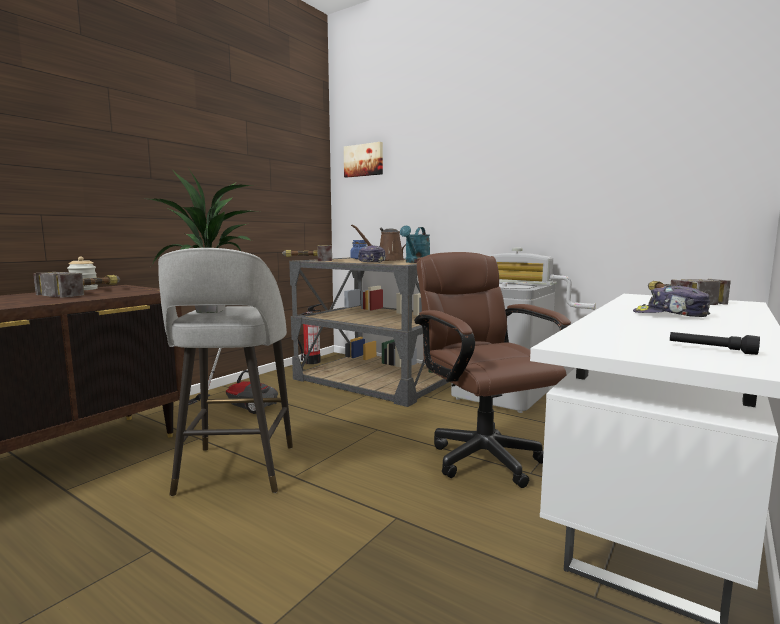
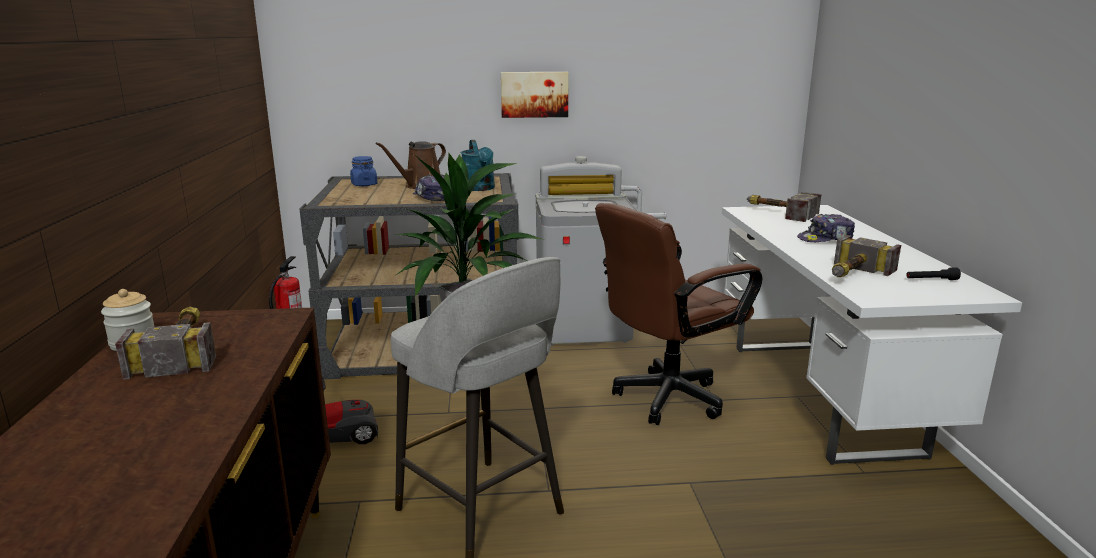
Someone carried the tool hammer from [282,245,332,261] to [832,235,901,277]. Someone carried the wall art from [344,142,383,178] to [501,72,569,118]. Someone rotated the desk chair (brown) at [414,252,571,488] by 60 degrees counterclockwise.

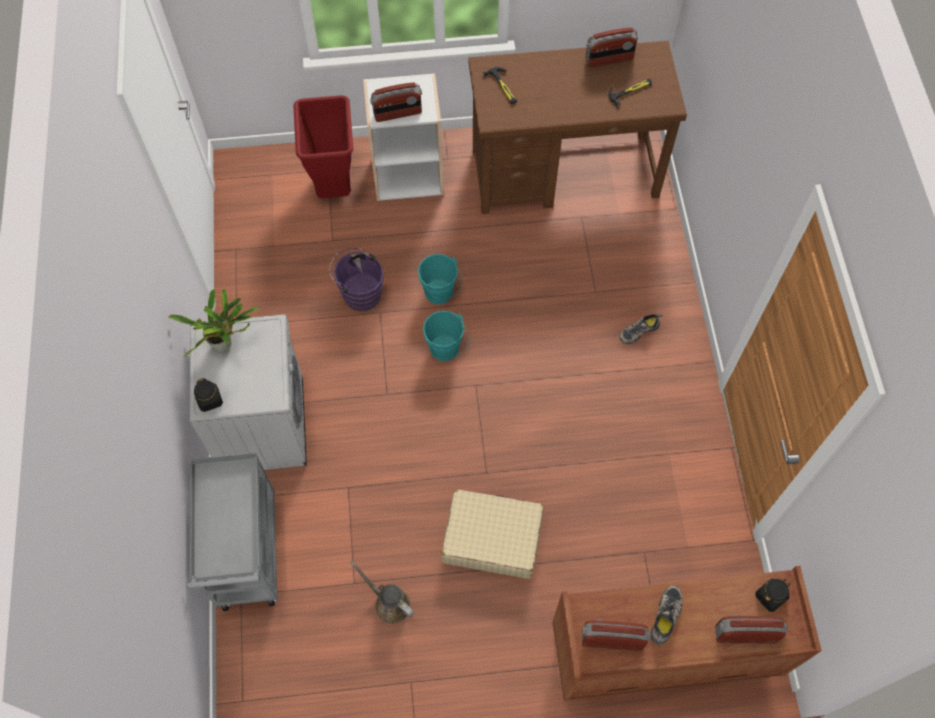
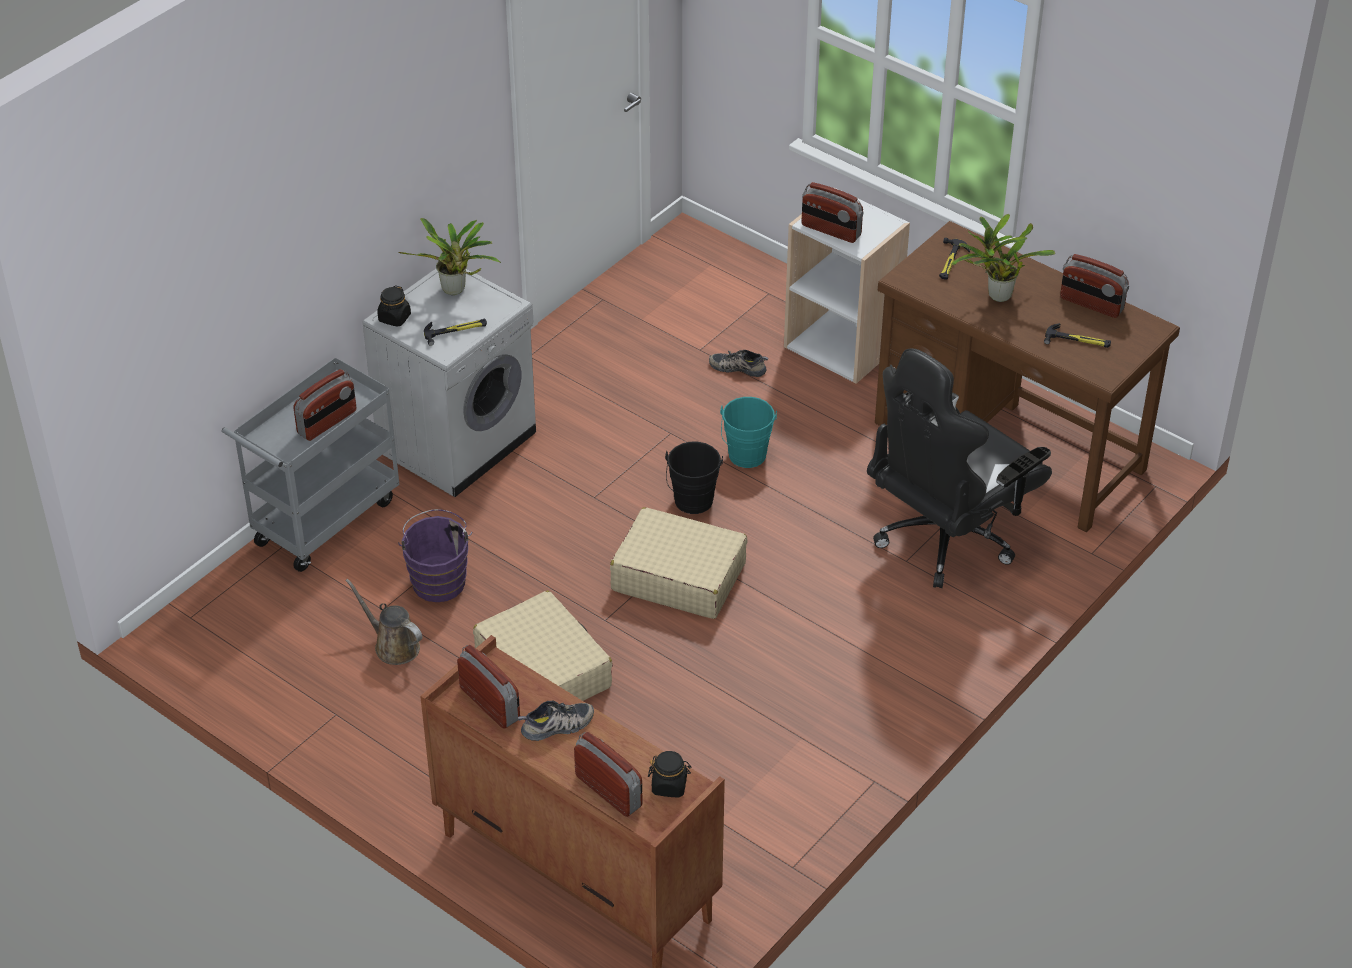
Someone took away the trash can (red-coloured) at [293,95,353,198]. Someone put down the radio at [293,369,356,441]. Someone put down the tool hammer at [424,318,487,346]. Someone put down the travel case (sand-coloured) at [610,507,748,619]. Someone put down the desk chair (blackish) at [867,349,1052,588]. Someone put down the houseplant at [951,214,1056,302]. Someone carried the bucket (purple) from [329,248,384,311] to [398,509,472,602]. Someone carried the shoe from [619,313,663,344] to [709,350,769,377]. Someone repainted the bucket (turquoise) at [423,311,469,361], which became the bucket (blackish) at [665,442,723,514]. Someone rotated the sprinkling can (brown) at [350,561,414,623] by 45 degrees counterclockwise.

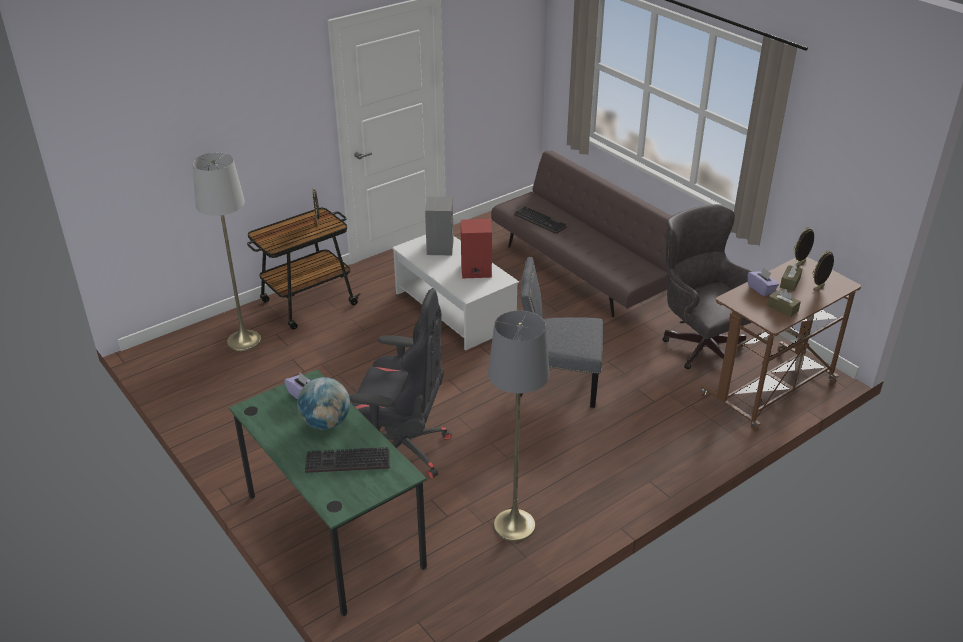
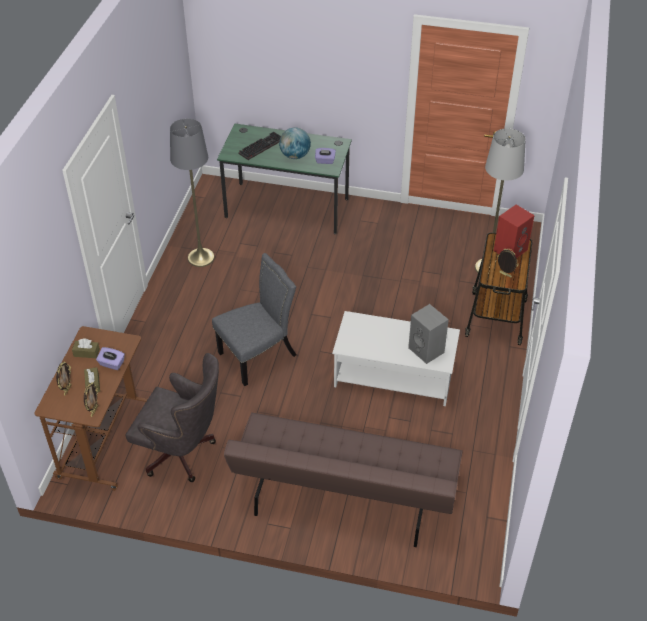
Someone took away the desk chair (blackish) at [350,288,451,478]. Someone took away the computer keyboard at [514,206,567,234]. Someone carried the loudspeaker (red-coloured) from [461,219,492,278] to [494,205,535,258].

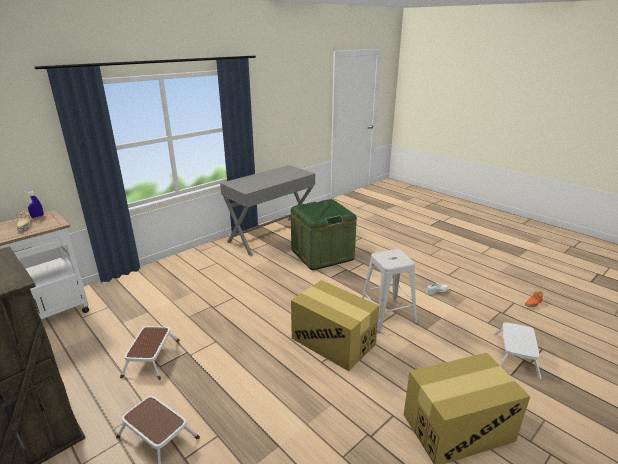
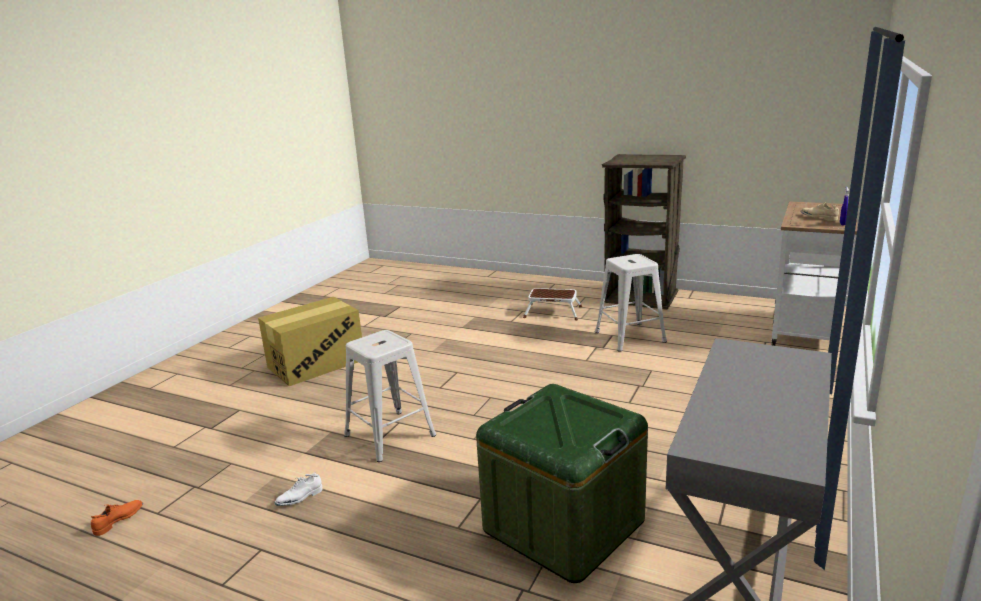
Someone took away the cardboard box at [291,280,379,371]. Someone took away the stepladder (whitish) at [494,322,542,379]. Someone swapped the stepladder (brown) at [120,326,180,380] for the stool seat (whitish) at [595,254,667,352].

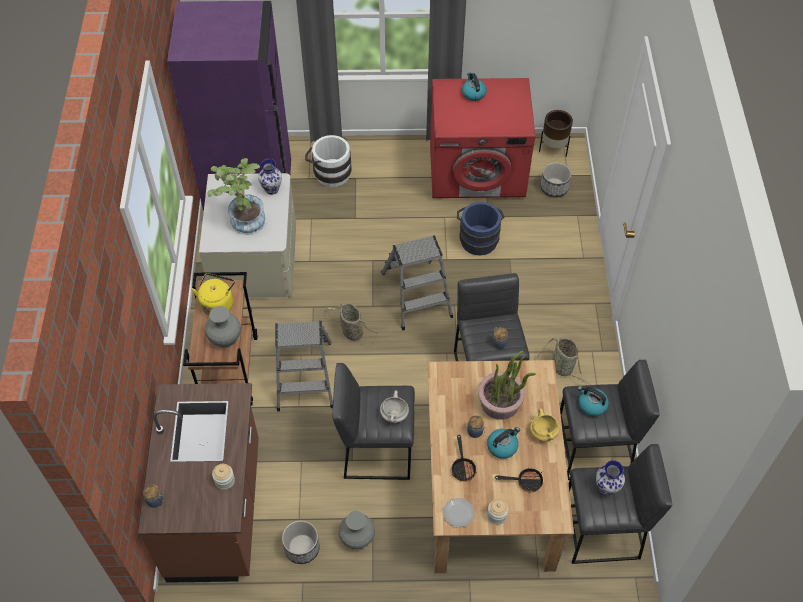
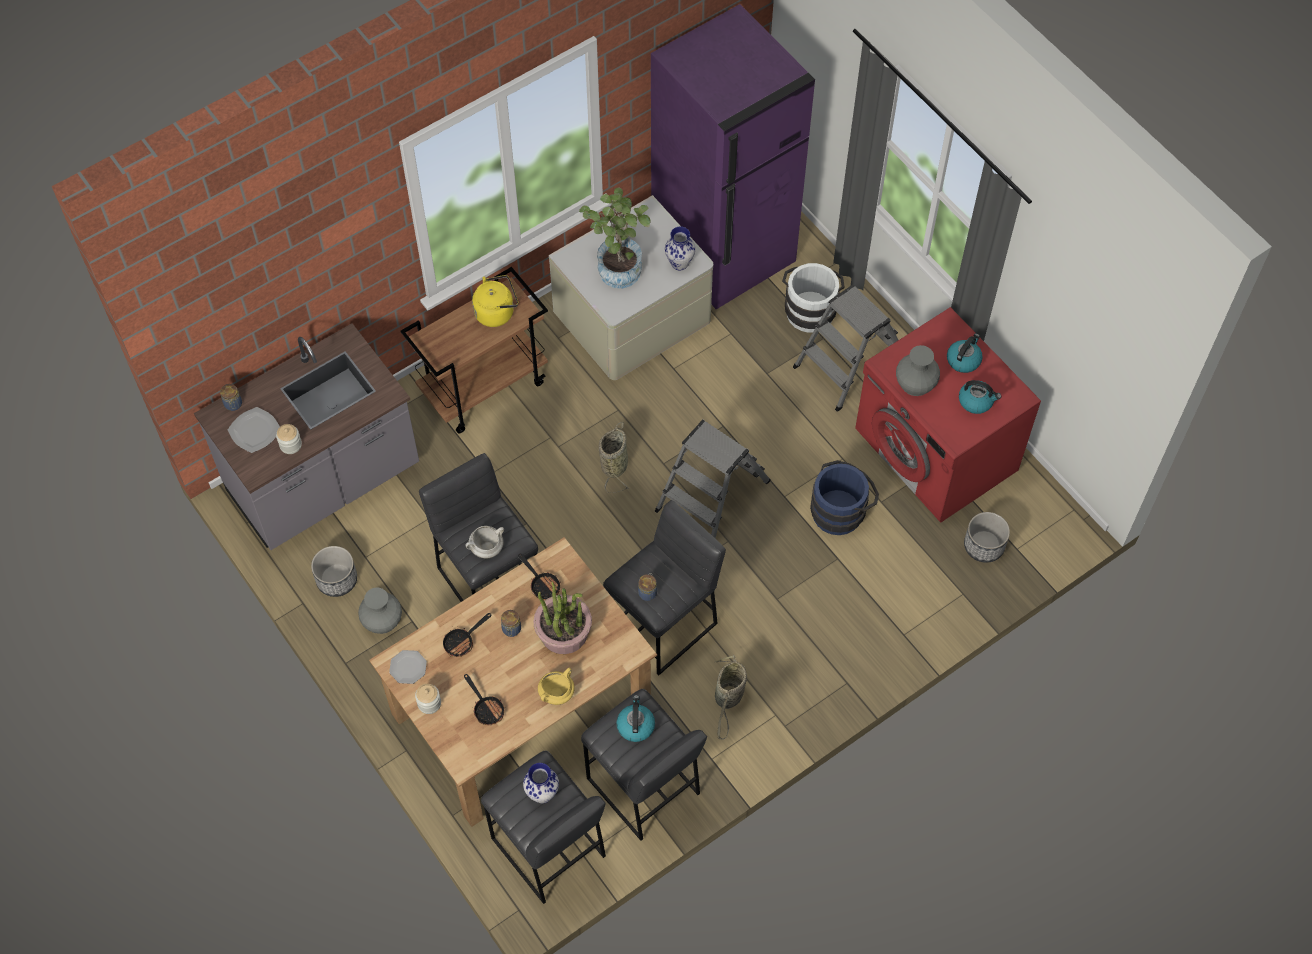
Someone took away the plant pot (brown) at [539,110,573,157]. Someone put down the plate at [228,407,280,453]. Someone put down the frying pan at [518,554,561,600]. Someone carried the decorative vase (grey) from [205,306,241,348] to [896,345,940,396]. Someone carried the stepladder (grey) from [275,321,333,412] to [793,284,899,412]. Someone carried the tea kettle from [487,427,520,459] to [959,380,1001,414]. Someone repainted the kitchen counter (brown) at [138,383,259,583], which became the kitchen counter (grey) at [194,323,419,550].

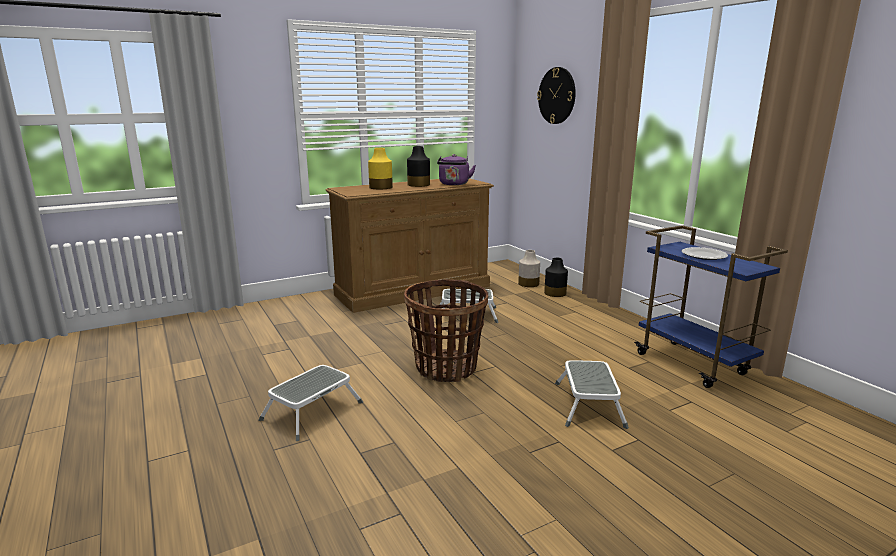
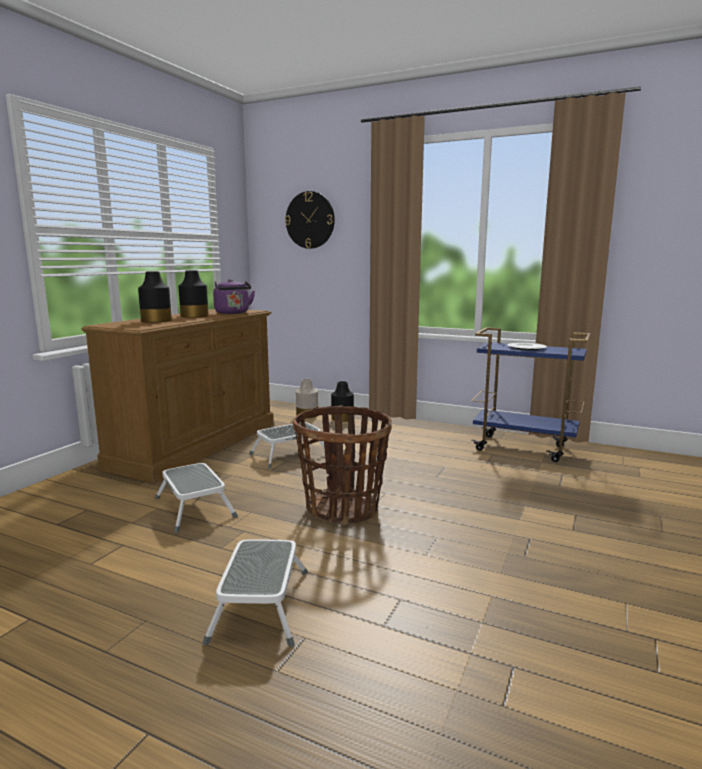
Someone carried the stepladder (grey) from [555,360,629,429] to [155,463,238,533]. Someone repainted the decorative vase (yellow-coloured) at [368,148,393,189], which became the decorative vase (blackish) at [138,271,172,323].

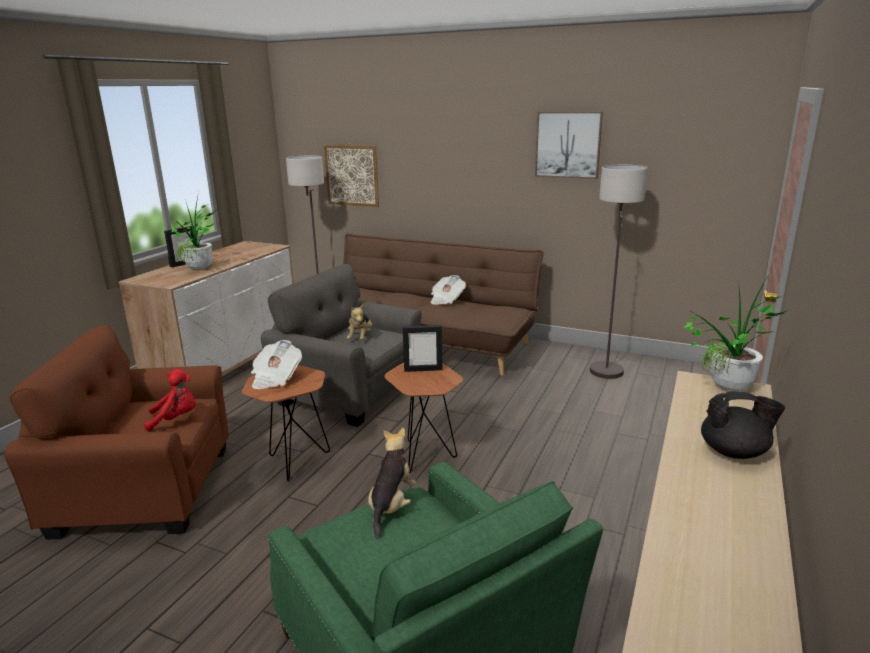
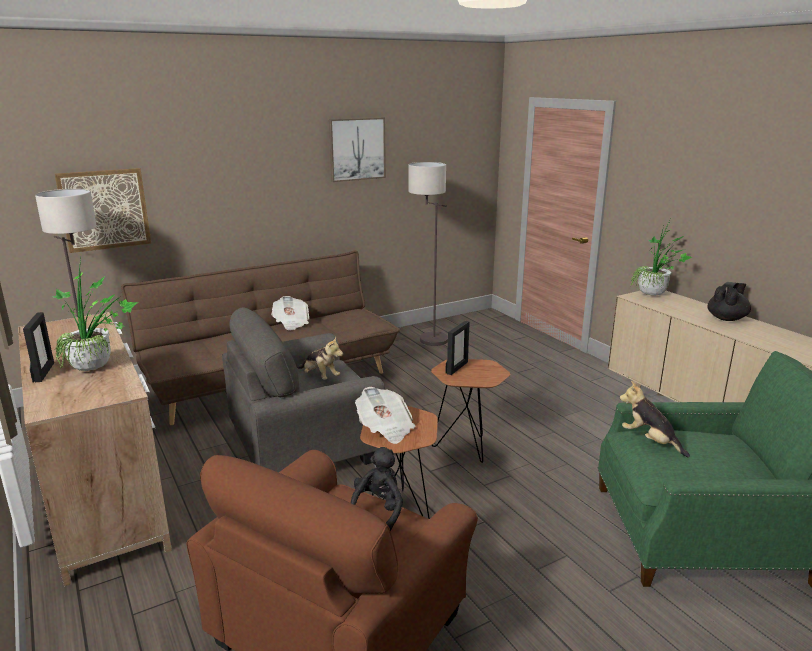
Someone repainted the plush toy (red-coloured) at [144,369,196,431], which became the plush toy (blackish) at [350,447,403,531].

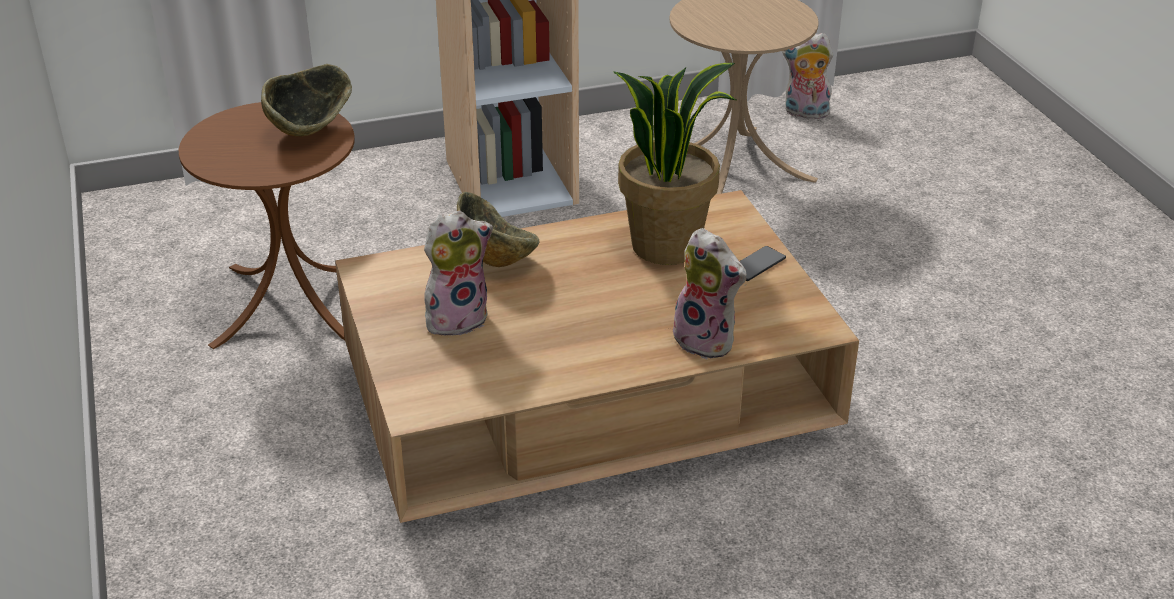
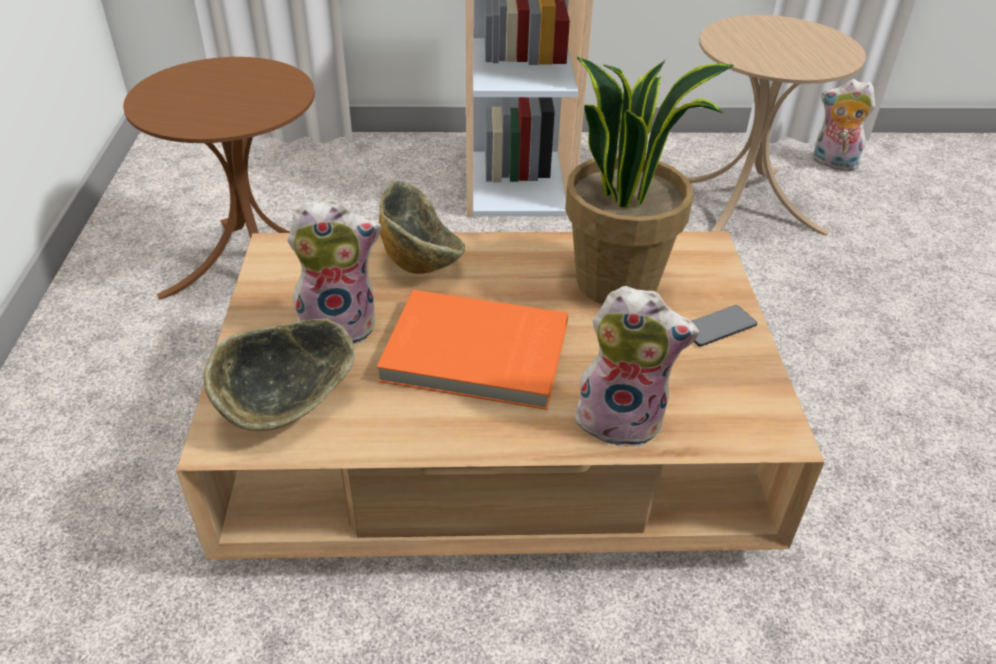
Someone put down the book (orange) at [377,290,568,410]. Someone carried the bowl from [261,64,352,136] to [204,318,354,431]. Someone rotated the plush toy at [670,228,746,359] by 45 degrees counterclockwise.

